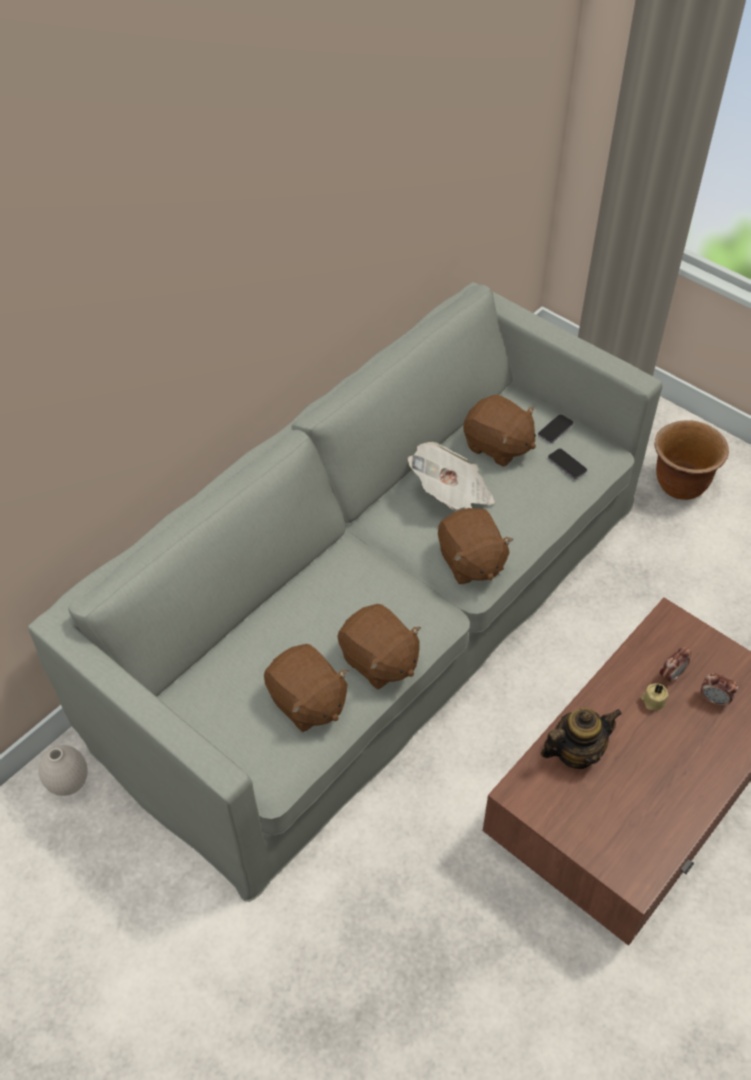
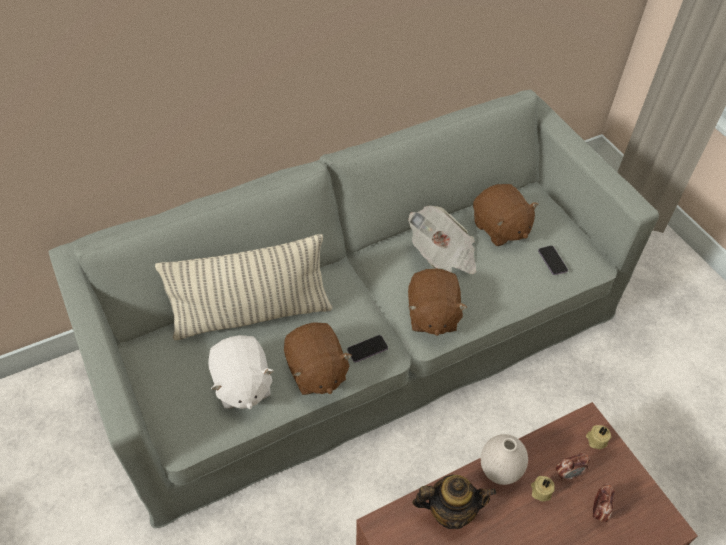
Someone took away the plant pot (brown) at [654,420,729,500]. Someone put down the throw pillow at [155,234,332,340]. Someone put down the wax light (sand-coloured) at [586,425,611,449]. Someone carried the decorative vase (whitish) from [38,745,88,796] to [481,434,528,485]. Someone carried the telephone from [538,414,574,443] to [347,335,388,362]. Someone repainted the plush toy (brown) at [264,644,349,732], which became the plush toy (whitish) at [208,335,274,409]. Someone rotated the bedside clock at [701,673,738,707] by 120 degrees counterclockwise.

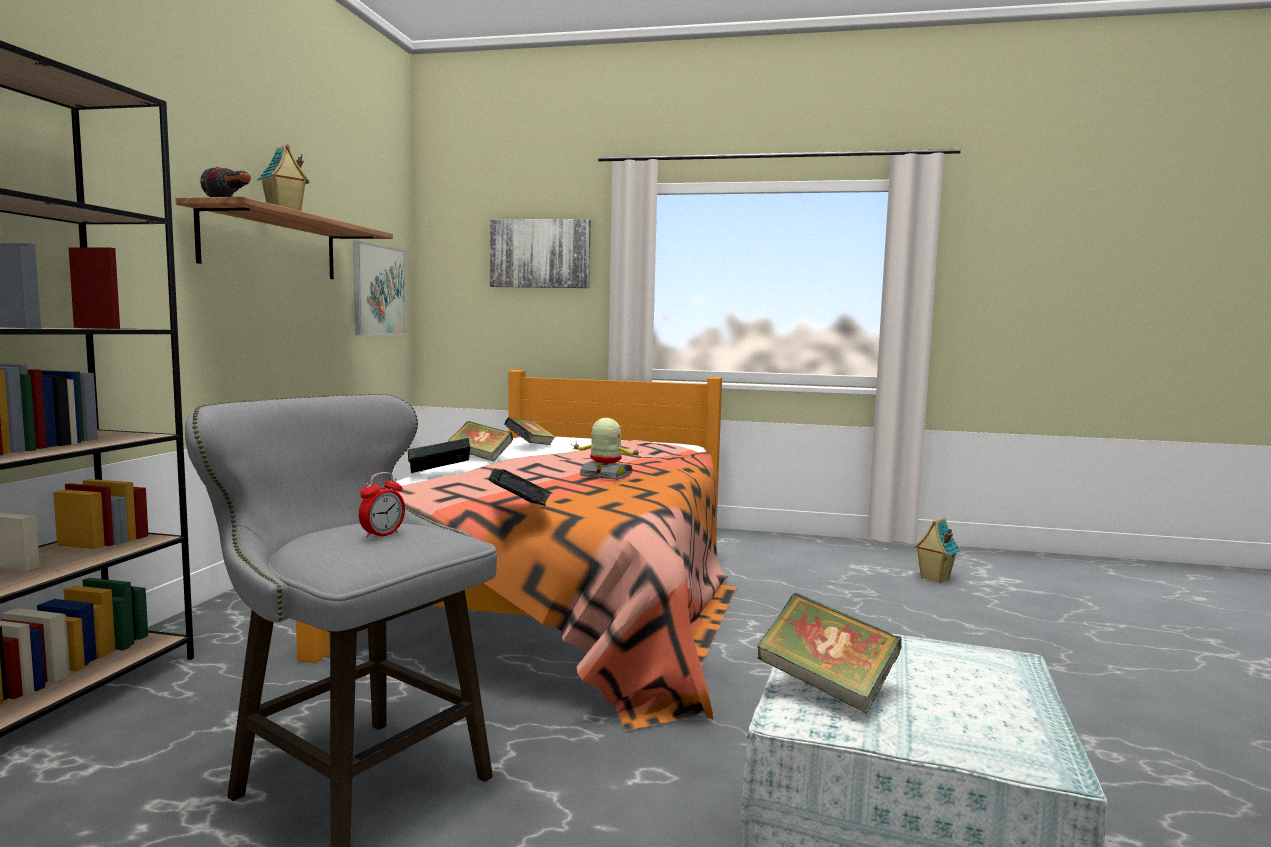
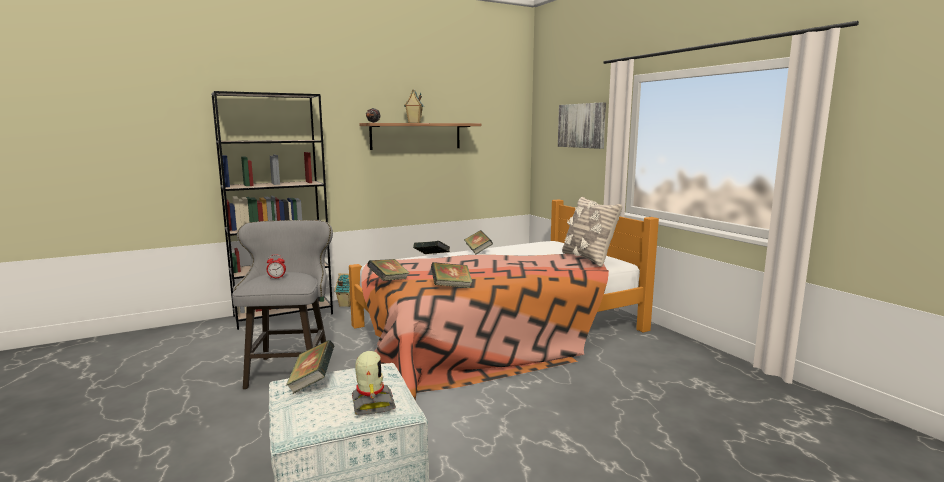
Someone took away the wall art at [353,240,406,335]. Someone put down the throw pillow (sand-coloured) at [562,197,622,267]. Someone carried the book from [504,417,555,445] to [431,262,473,288]. Someone carried the robot figure from [571,418,641,480] to [352,351,396,415]. Someone carried the toy house from [914,517,961,583] to [334,273,351,307].

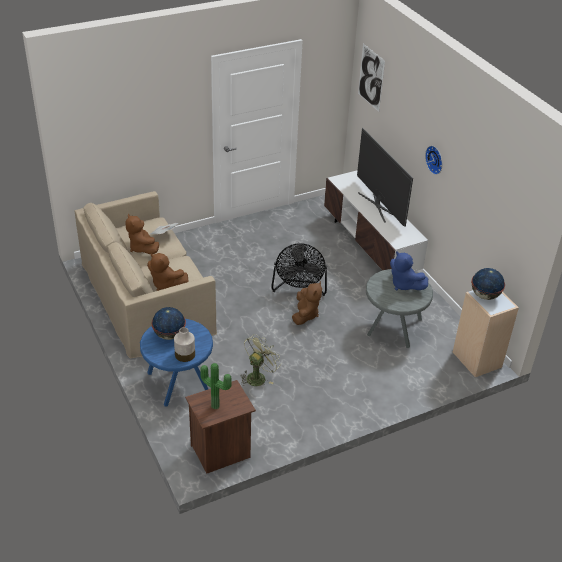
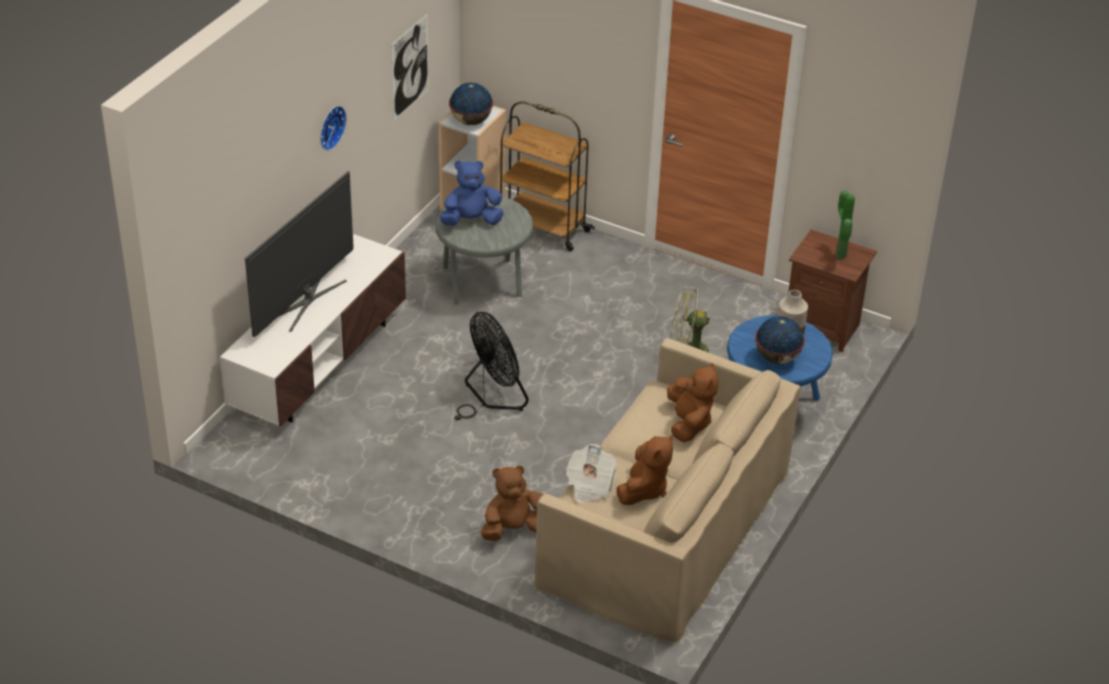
Someone put down the cart (brown) at [500,101,595,251]. Someone carried the plush toy (brown) from [292,281,322,325] to [481,465,543,541]. Someone carried the wall art from [358,44,385,112] to [391,14,429,121]. Someone rotated the plush toy (blue) at [390,251,428,290] by 120 degrees counterclockwise.

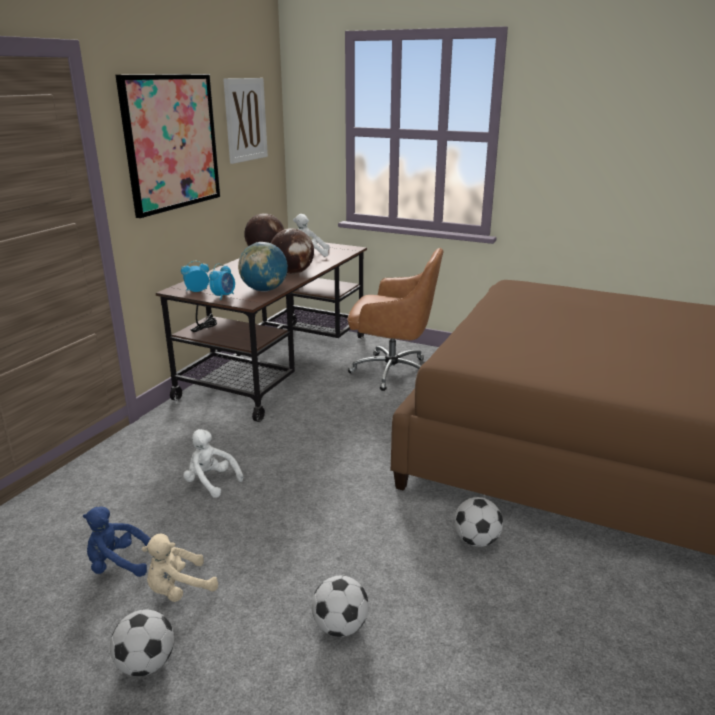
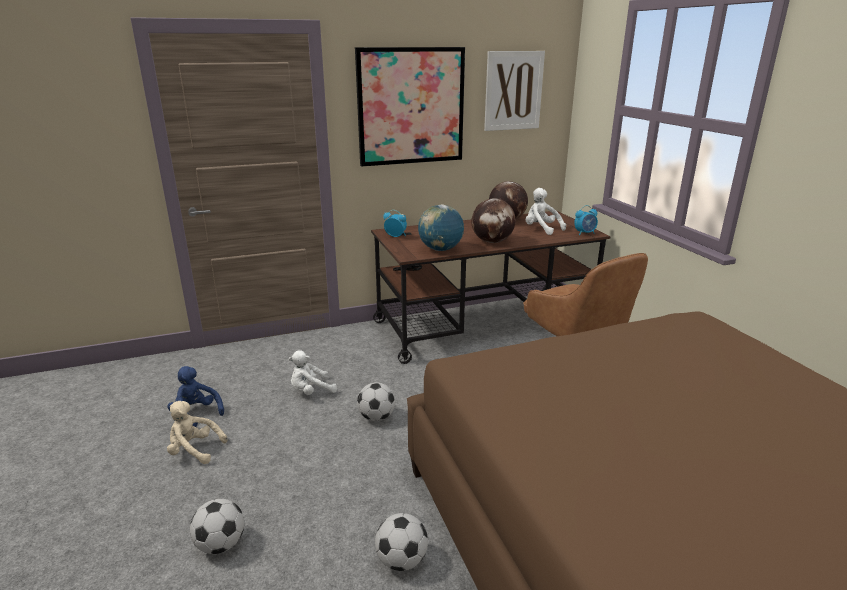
Someone carried the ball for football from [110,610,174,676] to [357,382,395,421]. Someone carried the bedside clock from [209,263,235,300] to [574,205,598,235]. Someone rotated the plush toy (whitish) at [183,429,243,498] by 105 degrees counterclockwise.

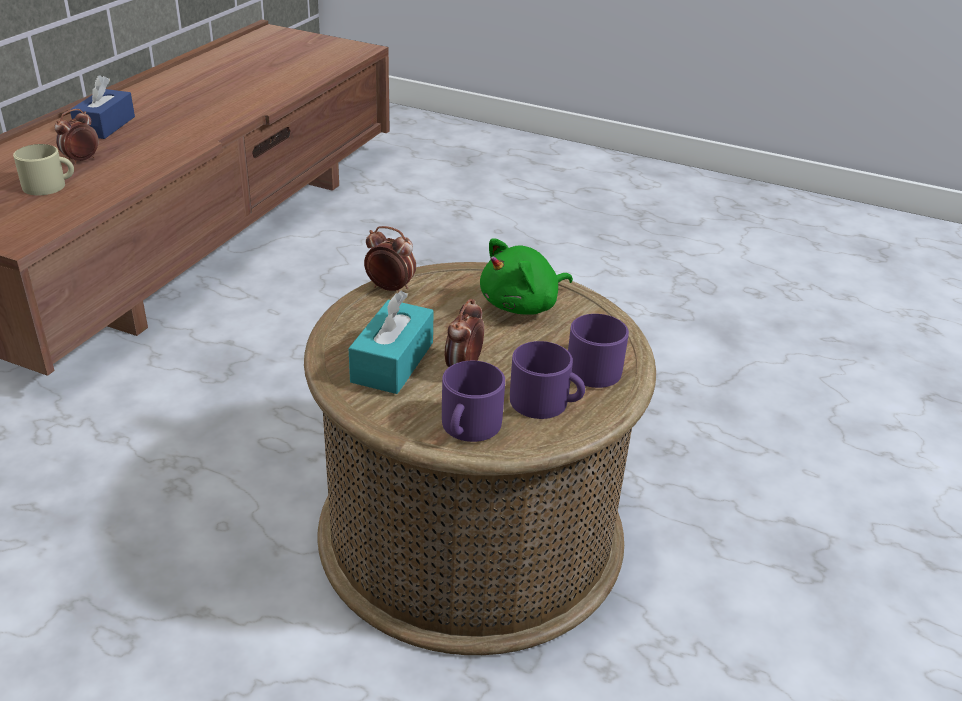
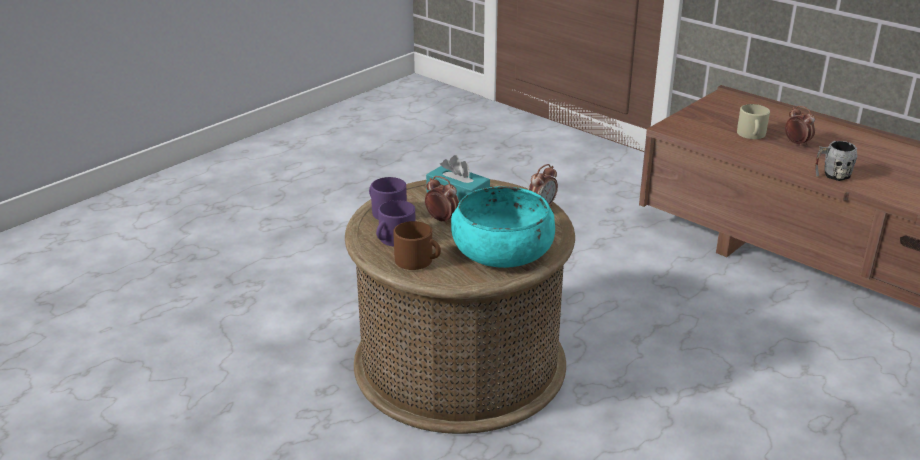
Someone took away the box of tissues (blue) at [70,75,135,139]. Someone put down the coffee mug (grey) at [815,141,858,181]. Someone swapped the plush toy (greenish) at [480,238,573,315] for the bowl (turquoise) at [451,186,555,268]. Someone repainted the coffee mug (purple) at [568,314,629,388], which became the coffee mug (brown) at [393,221,441,270].

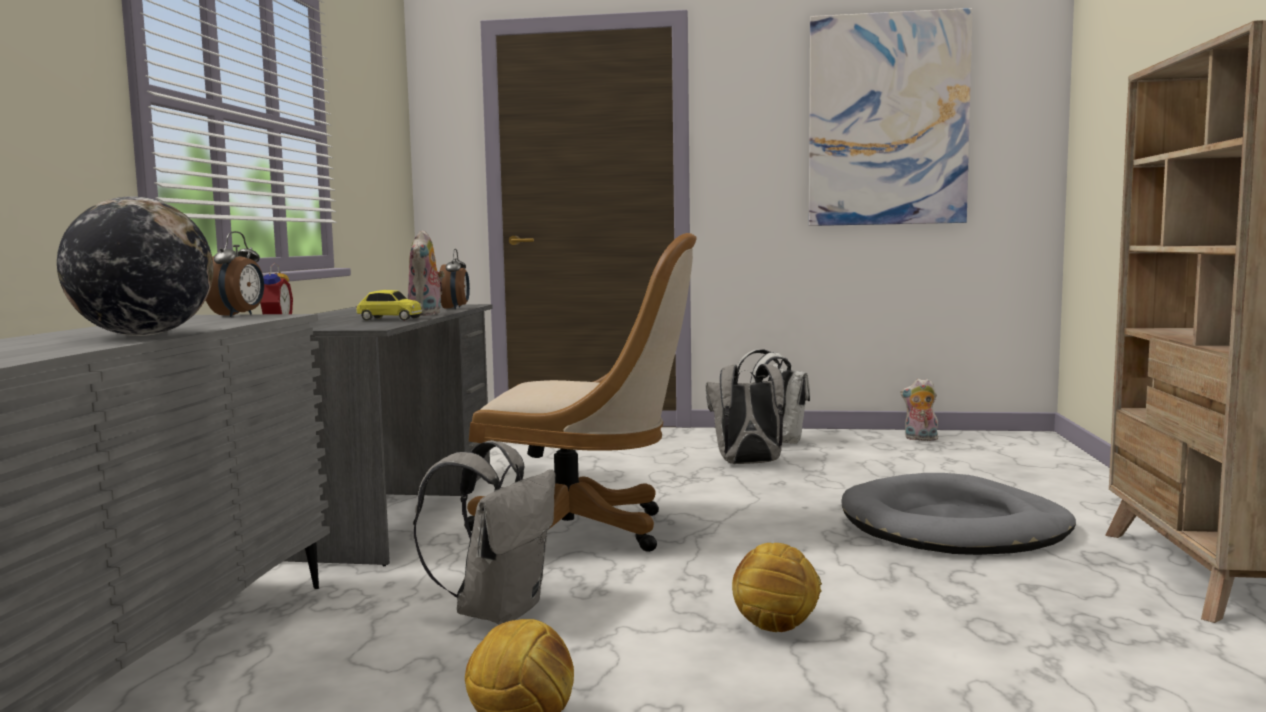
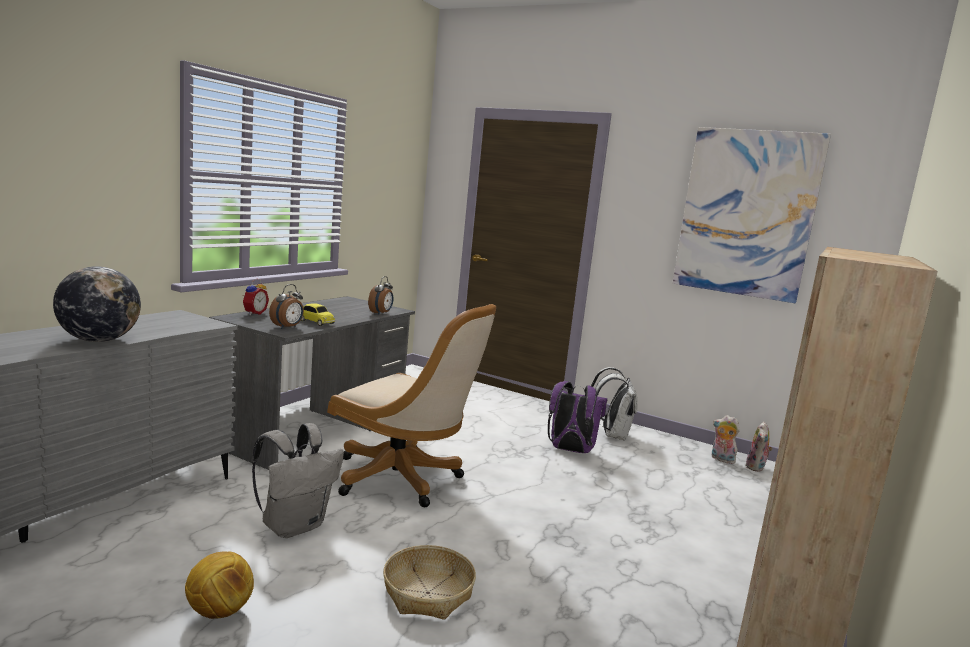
Someone took away the dog bed (grey) at [841,473,1076,555]. Someone carried the bedside clock from [206,231,264,317] to [269,284,304,329]. Someone carried the plush toy from [407,230,445,316] to [746,422,772,472]. Someone swapped the ball for football at [732,543,822,632] for the household basket at [383,545,476,620]. Someone repainted the rucksack (grey) at [706,364,785,464], which became the rucksack (purple) at [548,381,607,453].

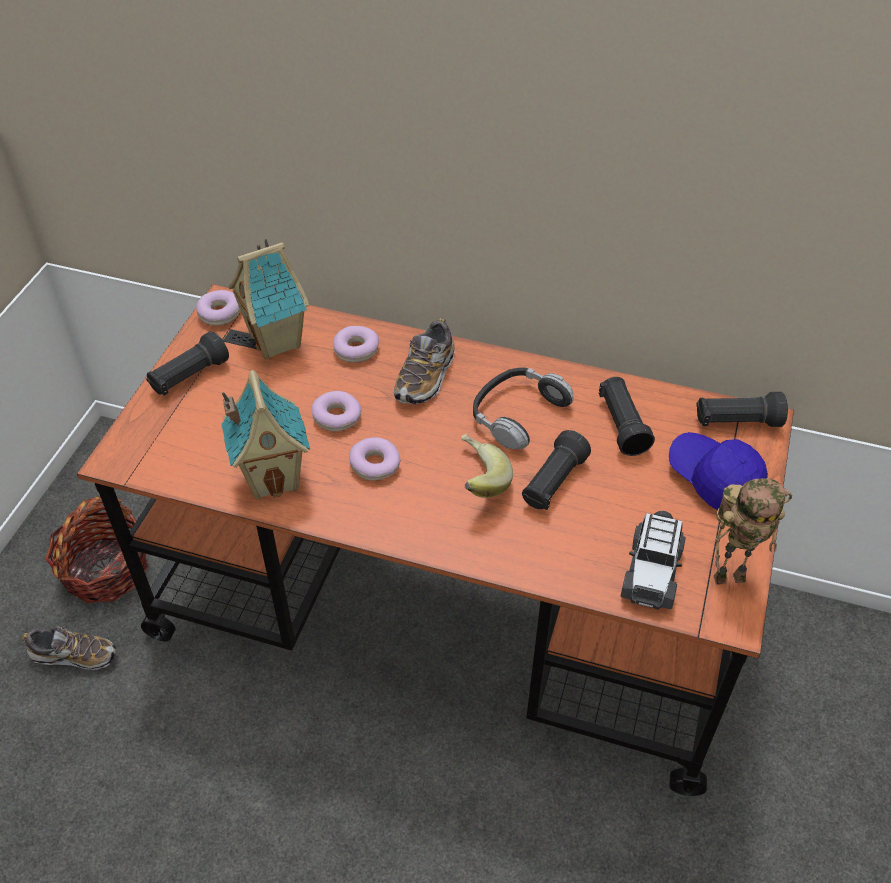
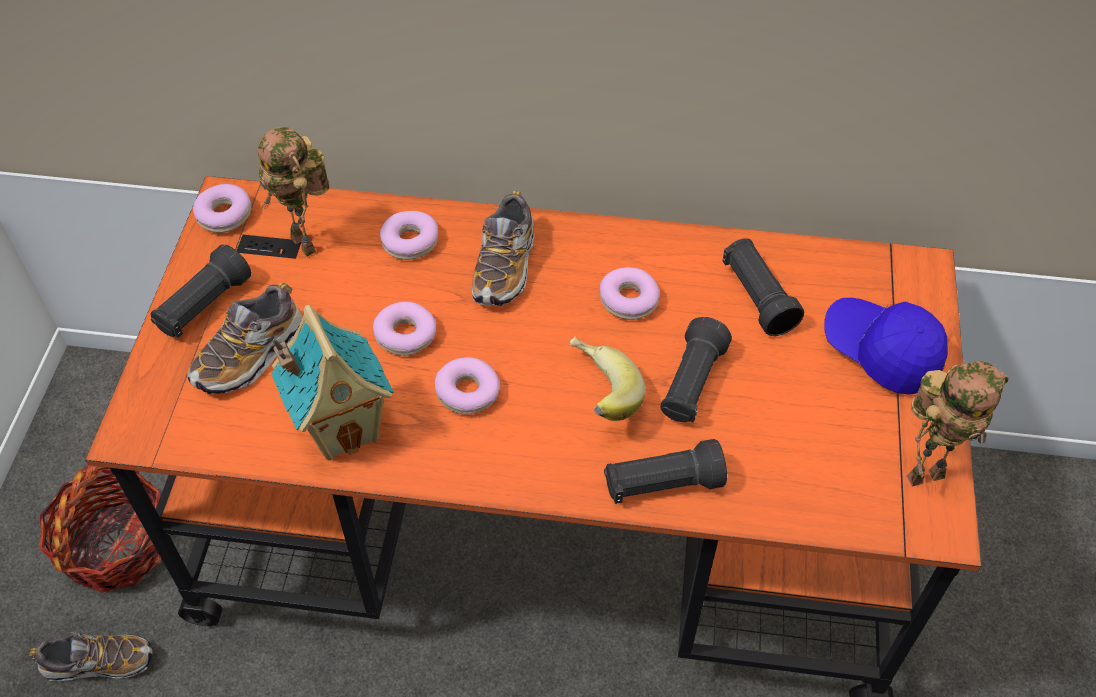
Someone took away the model car at [620,511,686,609]. Someone put down the shoe at [187,283,302,395]. Someone carried the torch (blackish) from [696,392,788,427] to [604,439,727,504]. Someone swapped the toy house at [228,239,310,359] for the robot figure at [258,127,329,257]. Someone swapped the headset at [473,368,574,449] for the doughnut at [600,267,660,320].

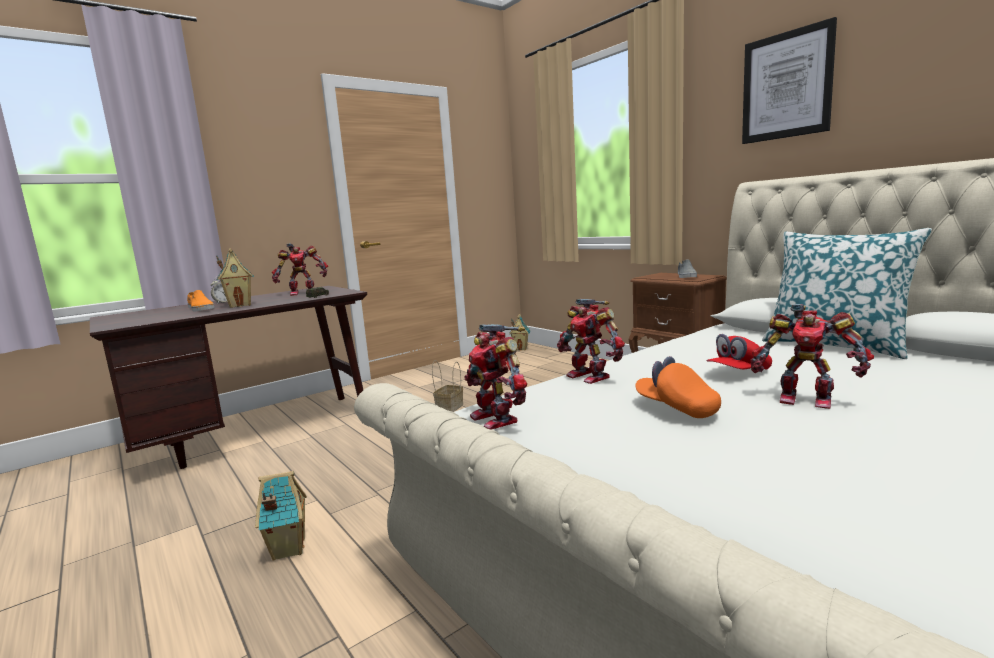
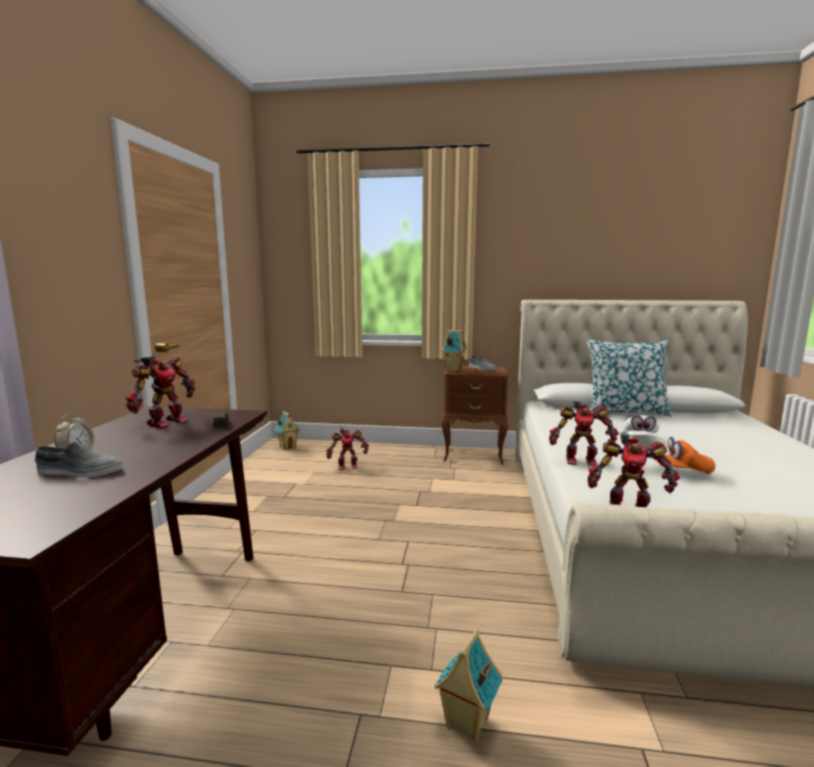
Someone took away the household basket at [432,360,463,412]. Someone took away the wall art at [742,17,837,144]. Someone carried the toy house from [216,249,254,308] to [442,330,467,371]. Someone carried the robot figure from [750,304,874,409] to [326,427,369,470]. Someone repainted the shoe (orange) at [187,290,215,311], which became the shoe (grey) at [35,442,123,478]. Someone repainted the cap (red-coloured) at [706,334,772,369], which became the cap (whitish) at [623,415,659,437].

